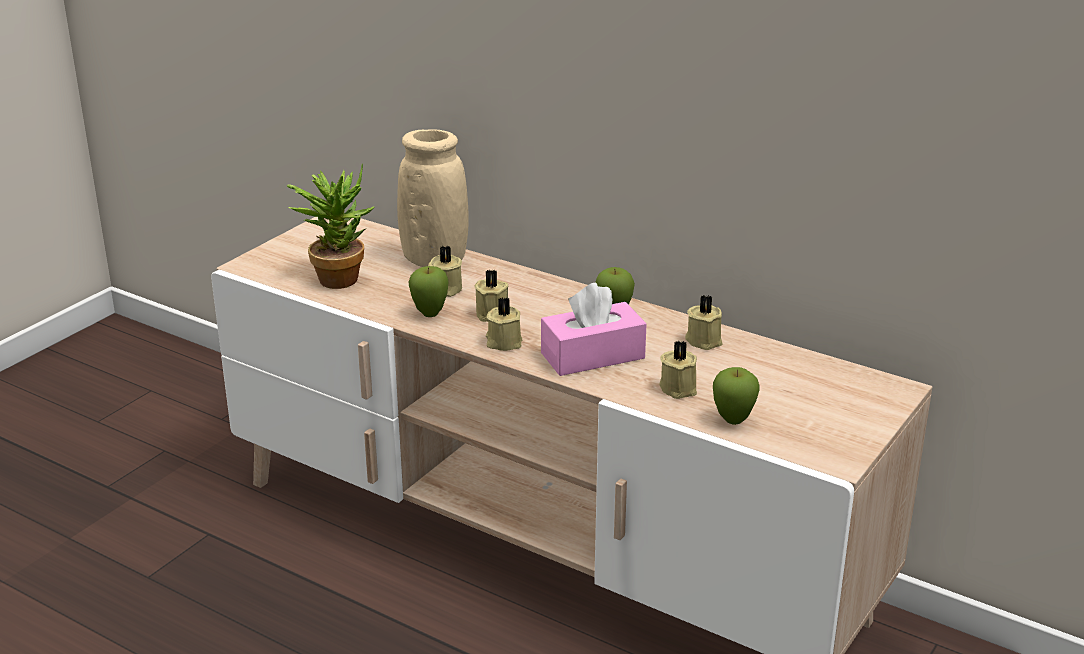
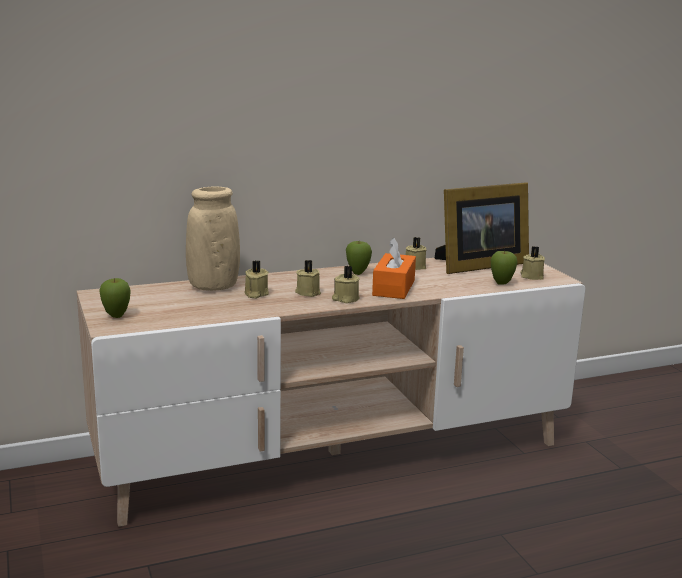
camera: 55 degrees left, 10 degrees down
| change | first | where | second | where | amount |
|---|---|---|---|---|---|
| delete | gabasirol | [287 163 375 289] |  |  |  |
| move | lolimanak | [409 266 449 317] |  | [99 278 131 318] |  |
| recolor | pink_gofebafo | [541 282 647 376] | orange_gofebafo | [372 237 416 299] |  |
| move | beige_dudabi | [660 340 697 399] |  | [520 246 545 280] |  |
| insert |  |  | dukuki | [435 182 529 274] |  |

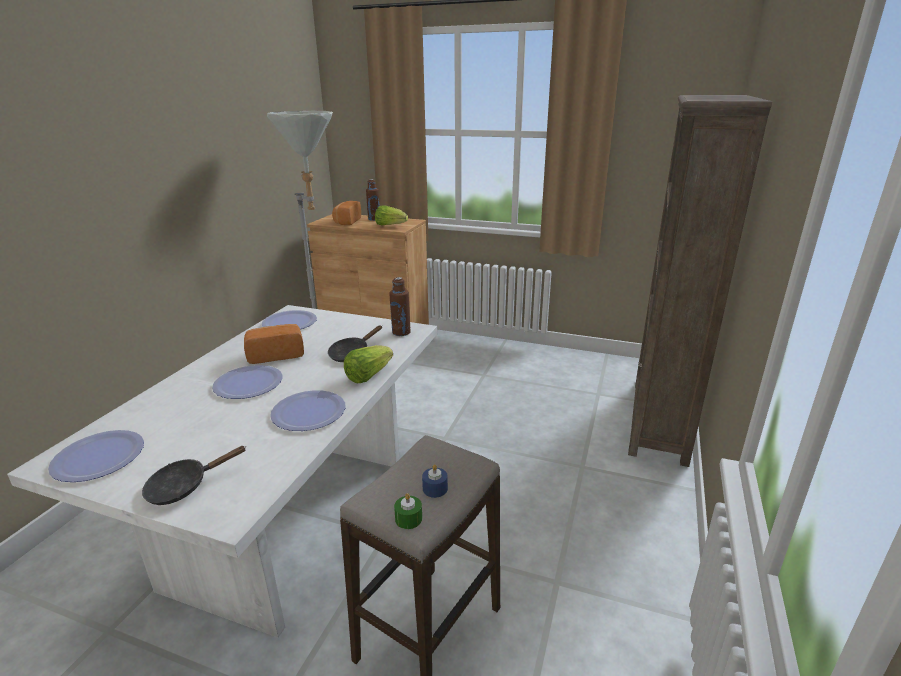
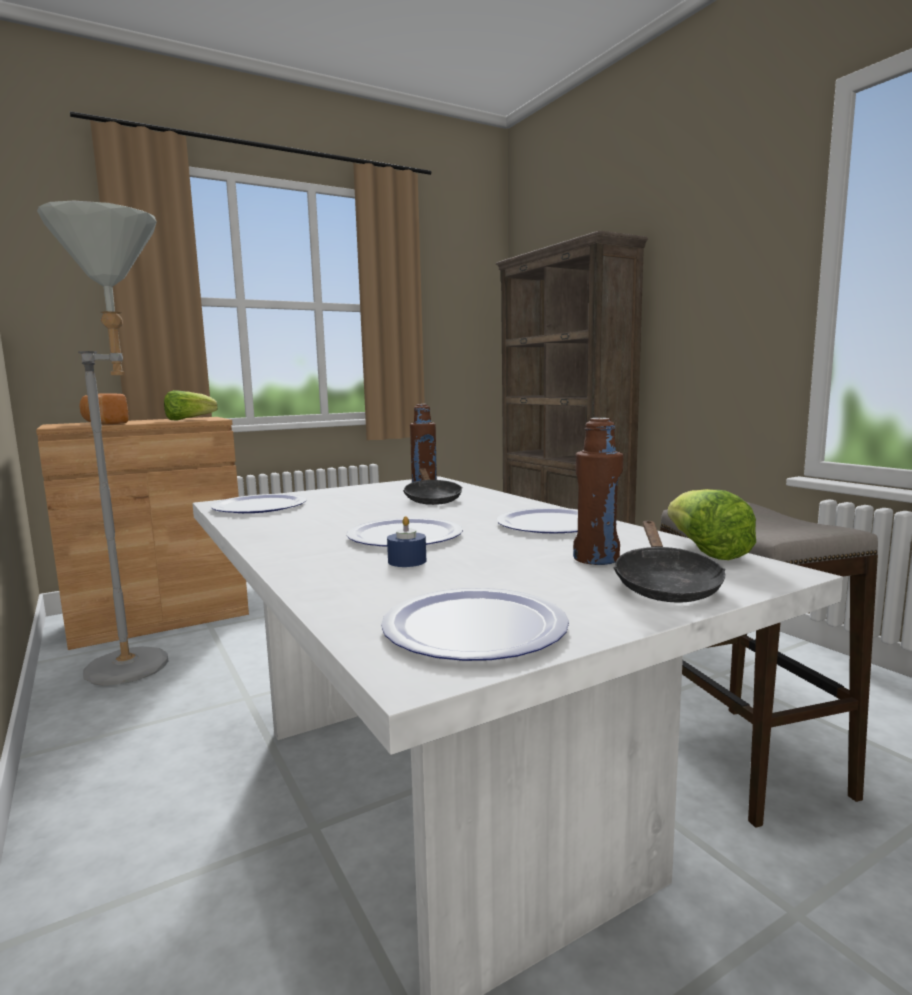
camera: 50 degrees left, 15 degrees down
| change | first | where | second | where | amount |
|---|---|---|---|---|---|
| move | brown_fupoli | [366 179 380 221] |  | [573 418 623 565] |  |
| delete | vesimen | [244 324 304 364] |  |  |  |
| move | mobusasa | [344 345 393 383] |  | [668 489 756 560] |  |
| move | blue_dudabi | [422 464 448 498] |  | [387 516 426 567] |  |
| delete | green_dudabi | [394 493 422 529] |  |  |  |

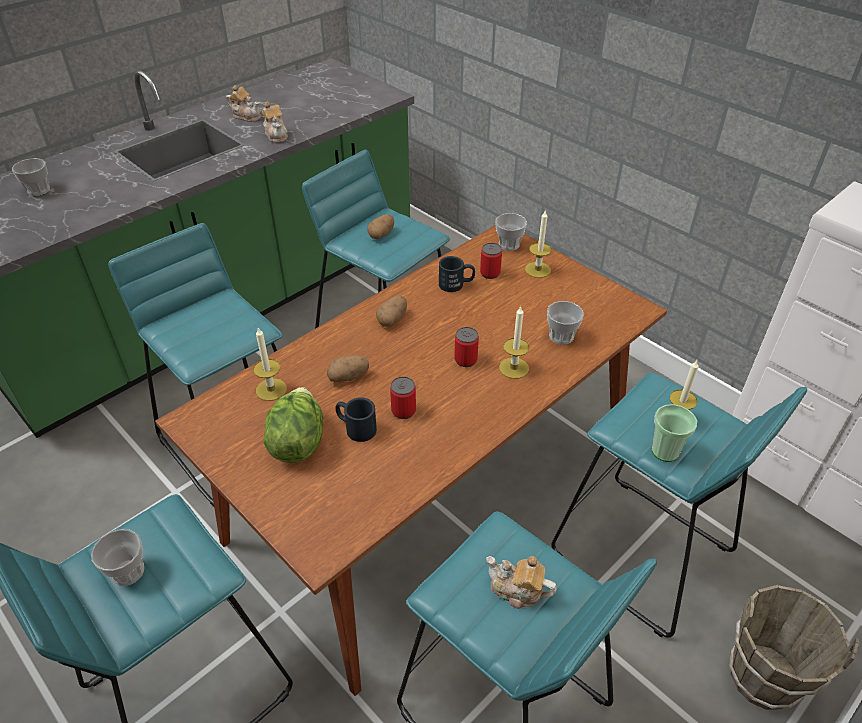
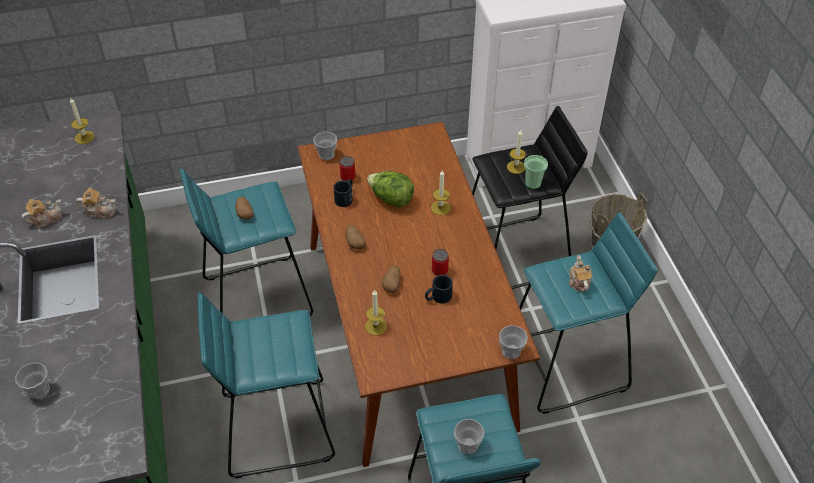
camera: 60 degrees left, 5 degrees up
| change | first | where | second | where | amount |
|---|---|---|---|---|---|
| move | dudabi | [525 211 552 278] |  | [70 98 94 144] |  |
| move | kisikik | [547 301 584 345] |  | [499 325 528 359] |  |
| delete | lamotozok | [454 327 479 367] |  |  |  |
| recolor | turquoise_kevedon | [551 373 807 638] | black_kevedon | [472 106 588 289] |  |
| move | mobusasa | [263 387 323 463] |  | [367 171 414 208] |  |
| rotate | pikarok | [486 556 557 609] |  | [569 255 593 292] | 120 degrees clockwise |

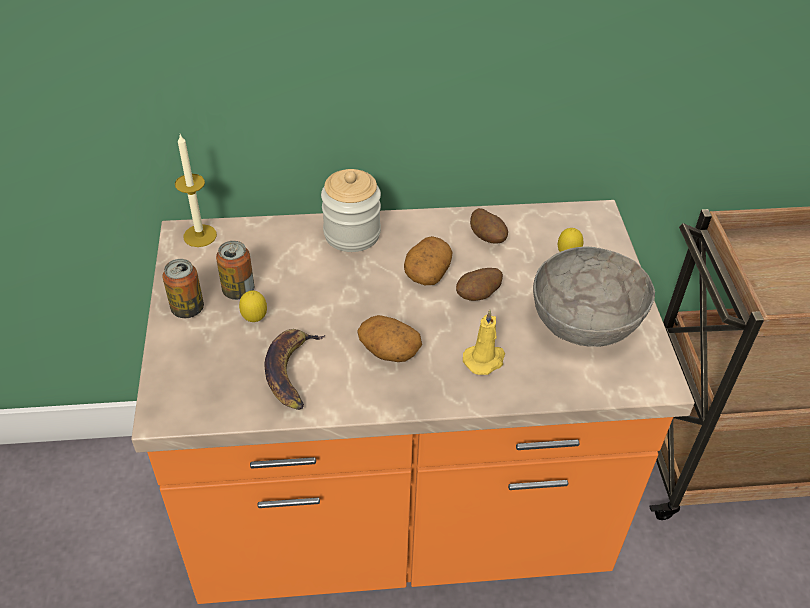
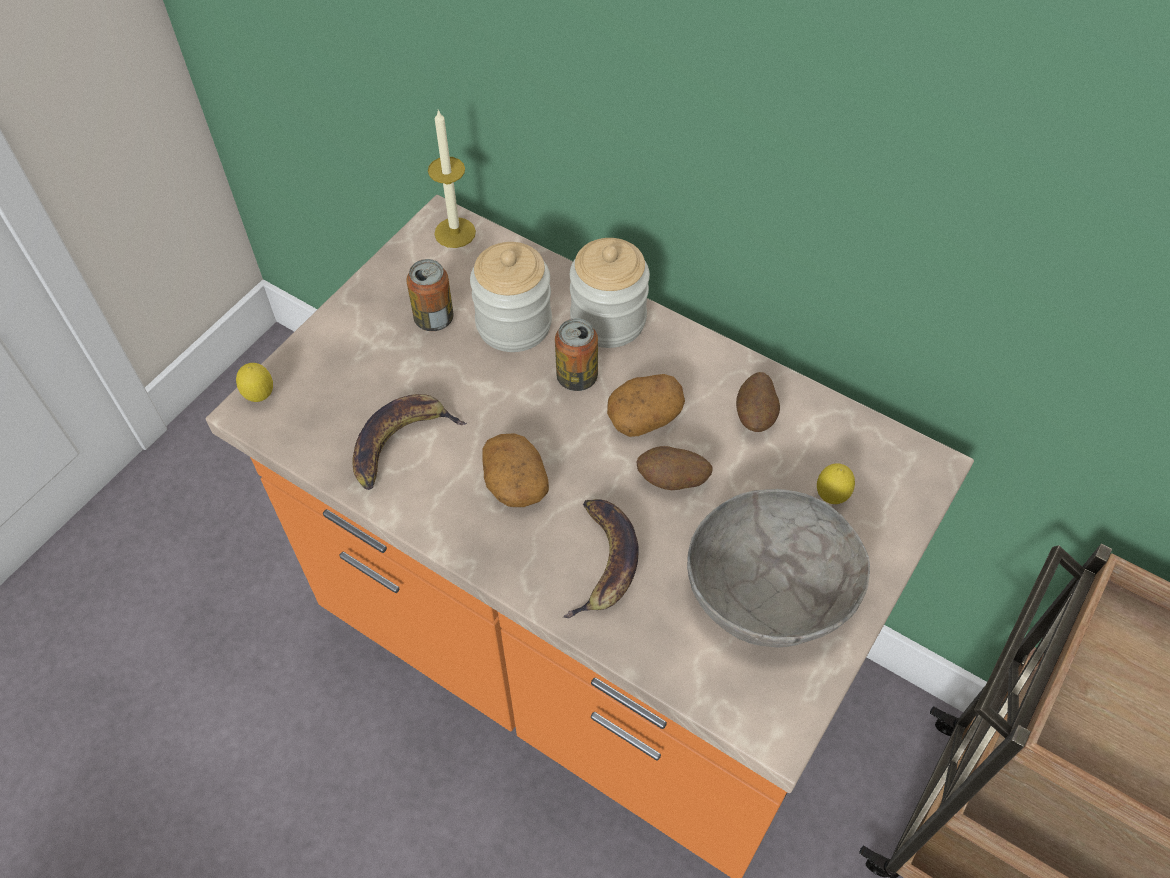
camera: 40 degrees right, 10 degrees up
| change | first | where | second | where | amount |
|---|---|---|---|---|---|
| move | lamotozok | [162 259 204 318] |  | [555 318 598 391] |  |
| move | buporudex | [239 291 267 322] |  | [236 363 273 402] |  |
| replace | yellow_dudabi | [463 309 505 375] | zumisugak | [563 499 639 618] |  |
| insert |  |  | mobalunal | [470 242 552 352] |  |

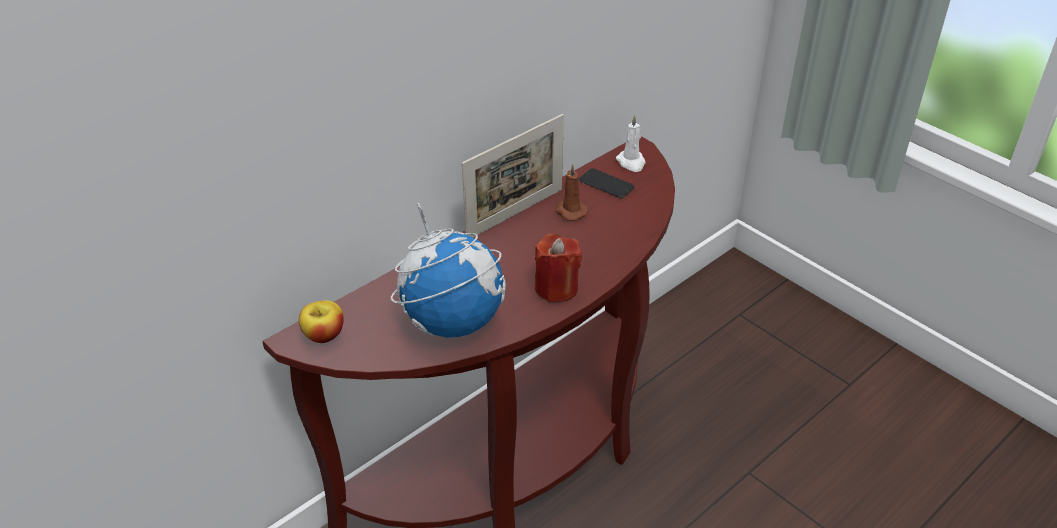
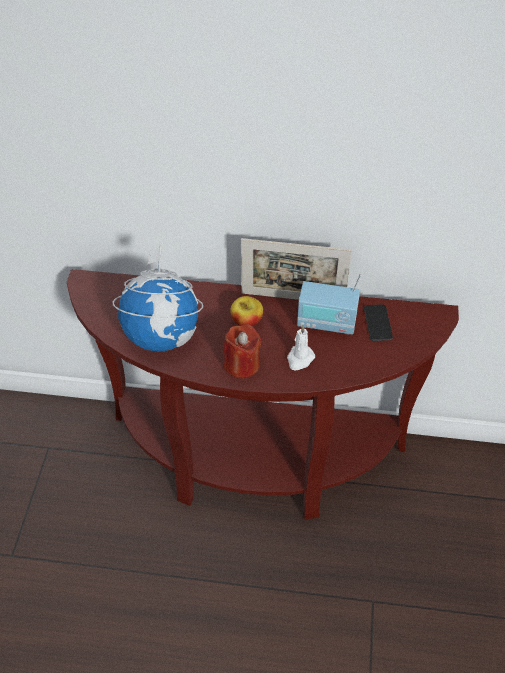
camera: 50 degrees right, 10 degrees up
| change | first | where | second | where | amount |
|---|---|---|---|---|---|
| move | white_dudabi | [616 115 645 172] |  | [287 325 315 370] |  |
| replace | brown_dudabi | [555 164 588 221] | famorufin | [297 273 361 334] |  |
| move | lolimanak | [299 300 344 343] |  | [230 296 263 327] |  |

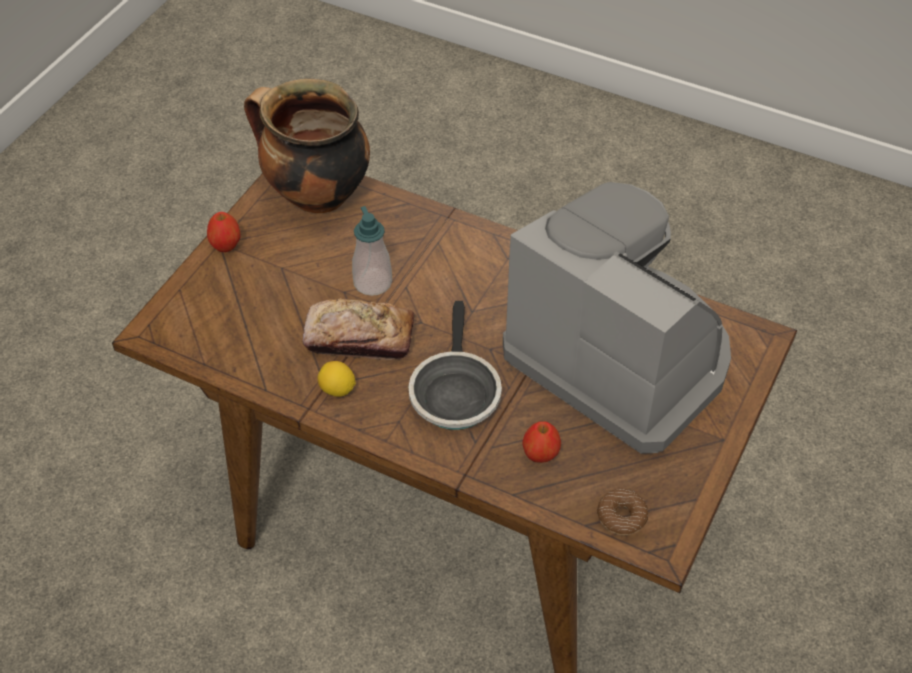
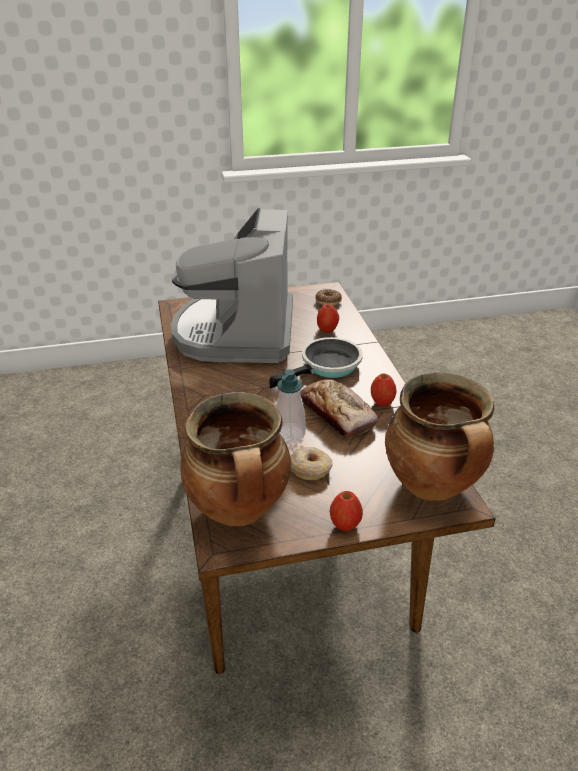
camera: 130 degrees left, 15 degrees down
| change | first | where | second | where | amount |
|---|---|---|---|---|---|
| replace | buporudex | [317 361 356 397] | lolimanak | [371 374 396 406] |  |
| insert |  |  | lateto | [385 372 494 501] |  |
| insert |  |  | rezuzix | [290 447 333 480] |  |

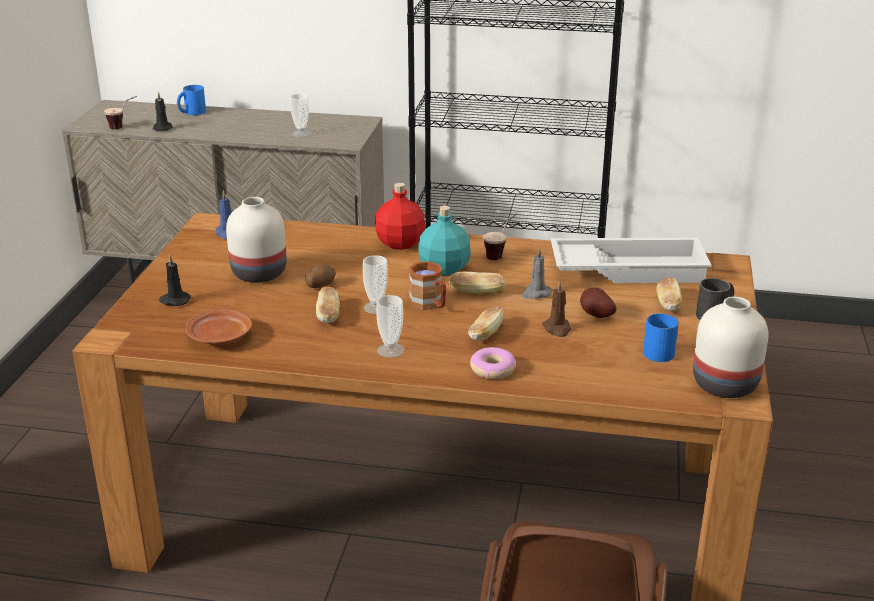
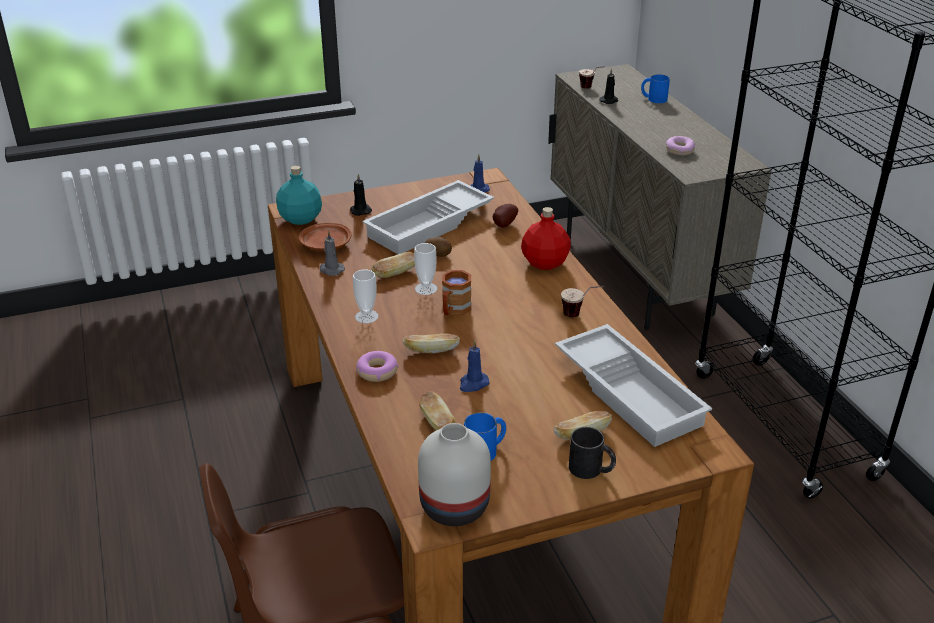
camera: 60 degrees right, 5 degrees up
| change | first | where | second | where | amount |
|---|---|---|---|---|---|
| replace | kisikik | [290 94 311 137] | rezuzix | [666 136 695 155] |  |
| replace | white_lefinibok | [226 197 287 283] | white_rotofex | [362 180 494 254] |  |
| move | turquoise_fupoli | [418 206 471 275] |  | [276 166 322 225] |  |
| move | grey_dudabi | [521 247 552 299] |  | [320 231 345 276] |  |
| move | vesimen | [449 272 506 294] |  | [420 392 456 430] |  |
| recolor | brown_dudabi | [542 280 571 337] | blue_dudabi | [460 340 490 392] |  |
| move | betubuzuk | [580 288 616 318] |  | [493 204 518 228] |  |

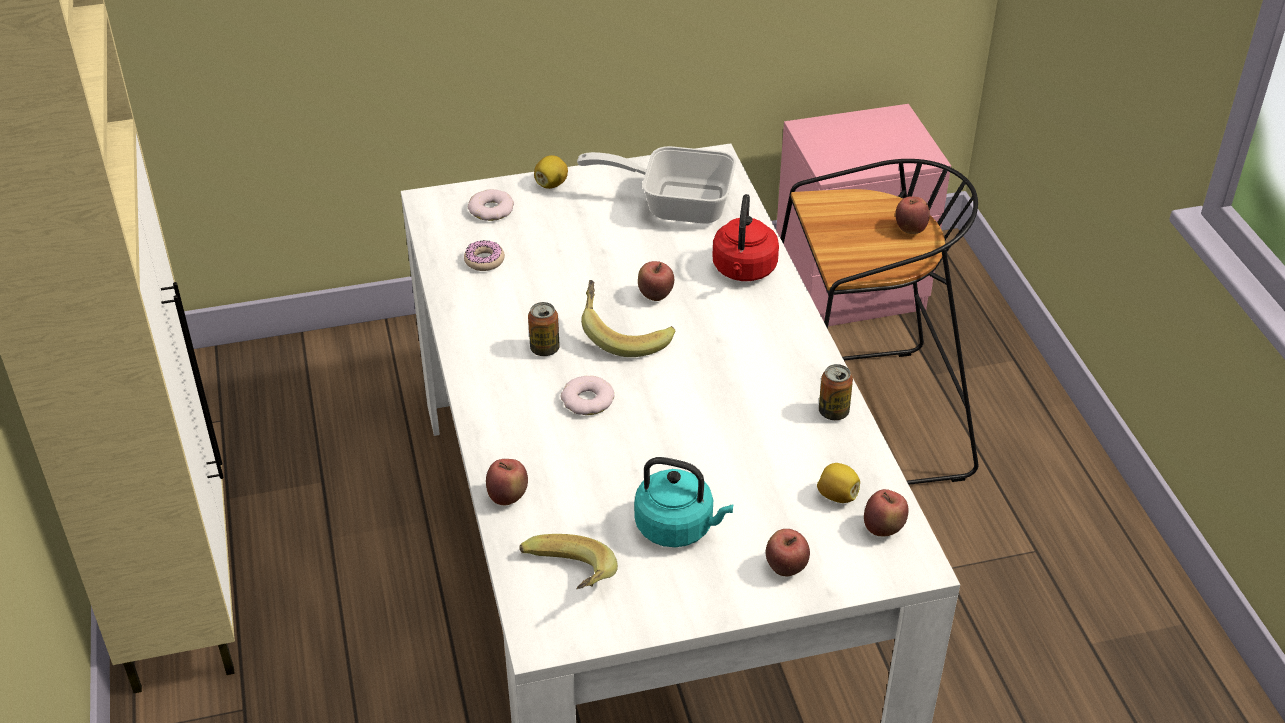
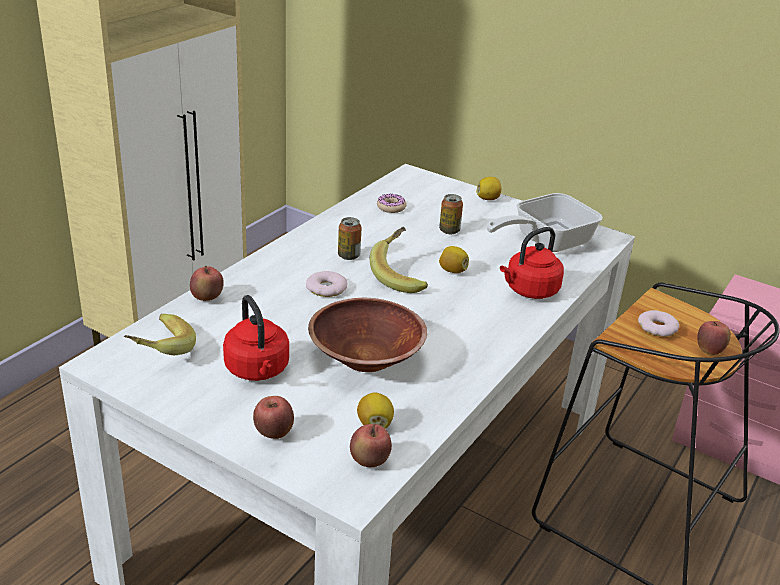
camera: 45 degrees right, 10 degrees down
| change | first | where | second | where | amount |
|---|---|---|---|---|---|
| rotate | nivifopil | [577 146 736 224] |  | [486 193 603 252] | 90 degrees counterclockwise |
| move | rezuzix | [468 189 514 221] |  | [638 310 679 337] |  |
| replace | lolimanak | [638 261 674 301] | buporudex | [439 246 469 273] |  |
| move | lamotozok | [819 364 853 420] |  | [439 194 463 234] |  |
| recolor | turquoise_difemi | [634 457 734 547] | red_difemi | [223 295 289 381] |  |
| insert |  |  | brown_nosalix | [308 298 427 372] |  |

